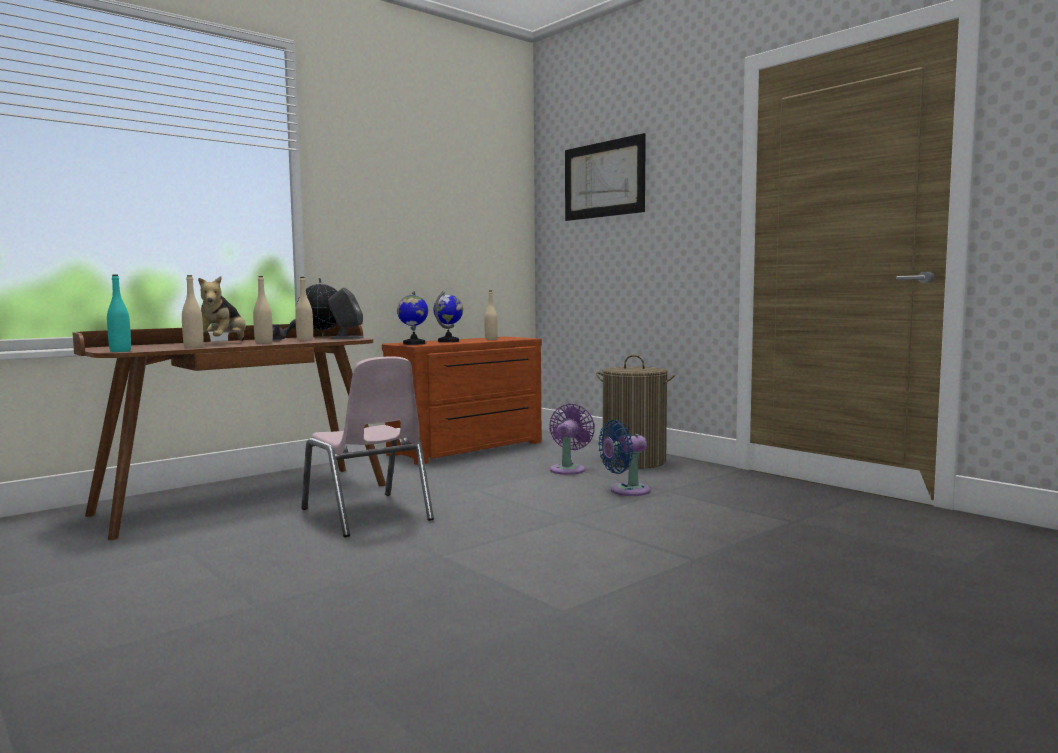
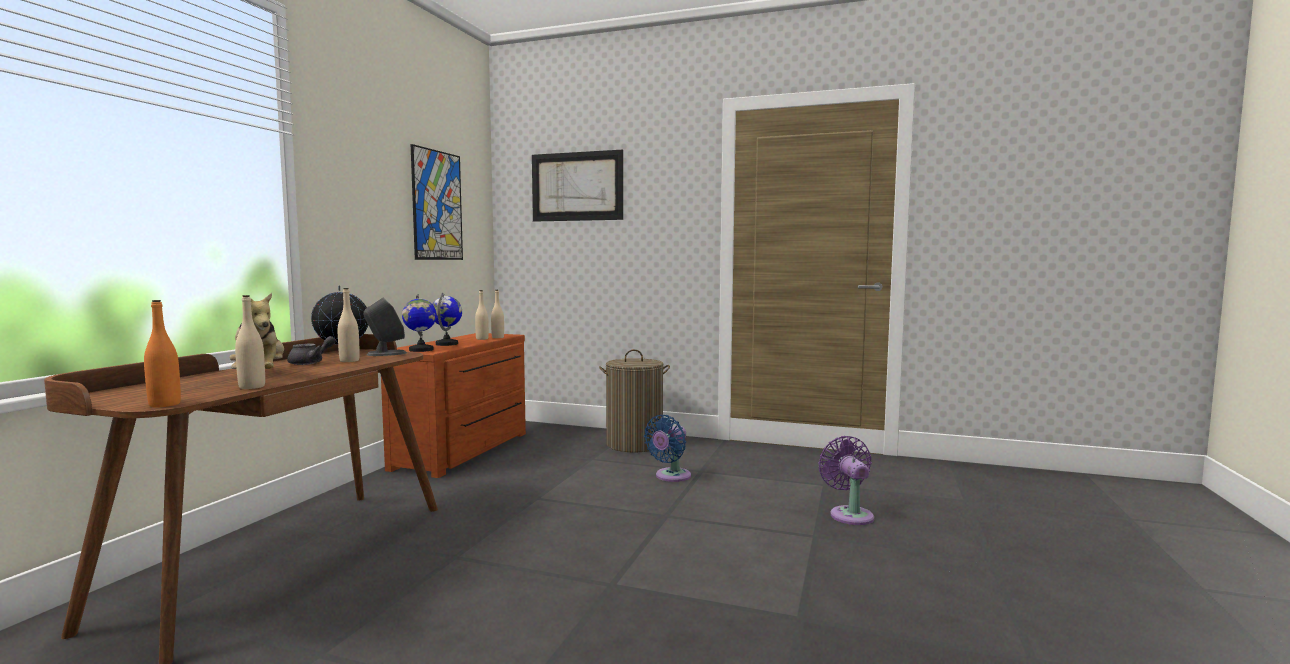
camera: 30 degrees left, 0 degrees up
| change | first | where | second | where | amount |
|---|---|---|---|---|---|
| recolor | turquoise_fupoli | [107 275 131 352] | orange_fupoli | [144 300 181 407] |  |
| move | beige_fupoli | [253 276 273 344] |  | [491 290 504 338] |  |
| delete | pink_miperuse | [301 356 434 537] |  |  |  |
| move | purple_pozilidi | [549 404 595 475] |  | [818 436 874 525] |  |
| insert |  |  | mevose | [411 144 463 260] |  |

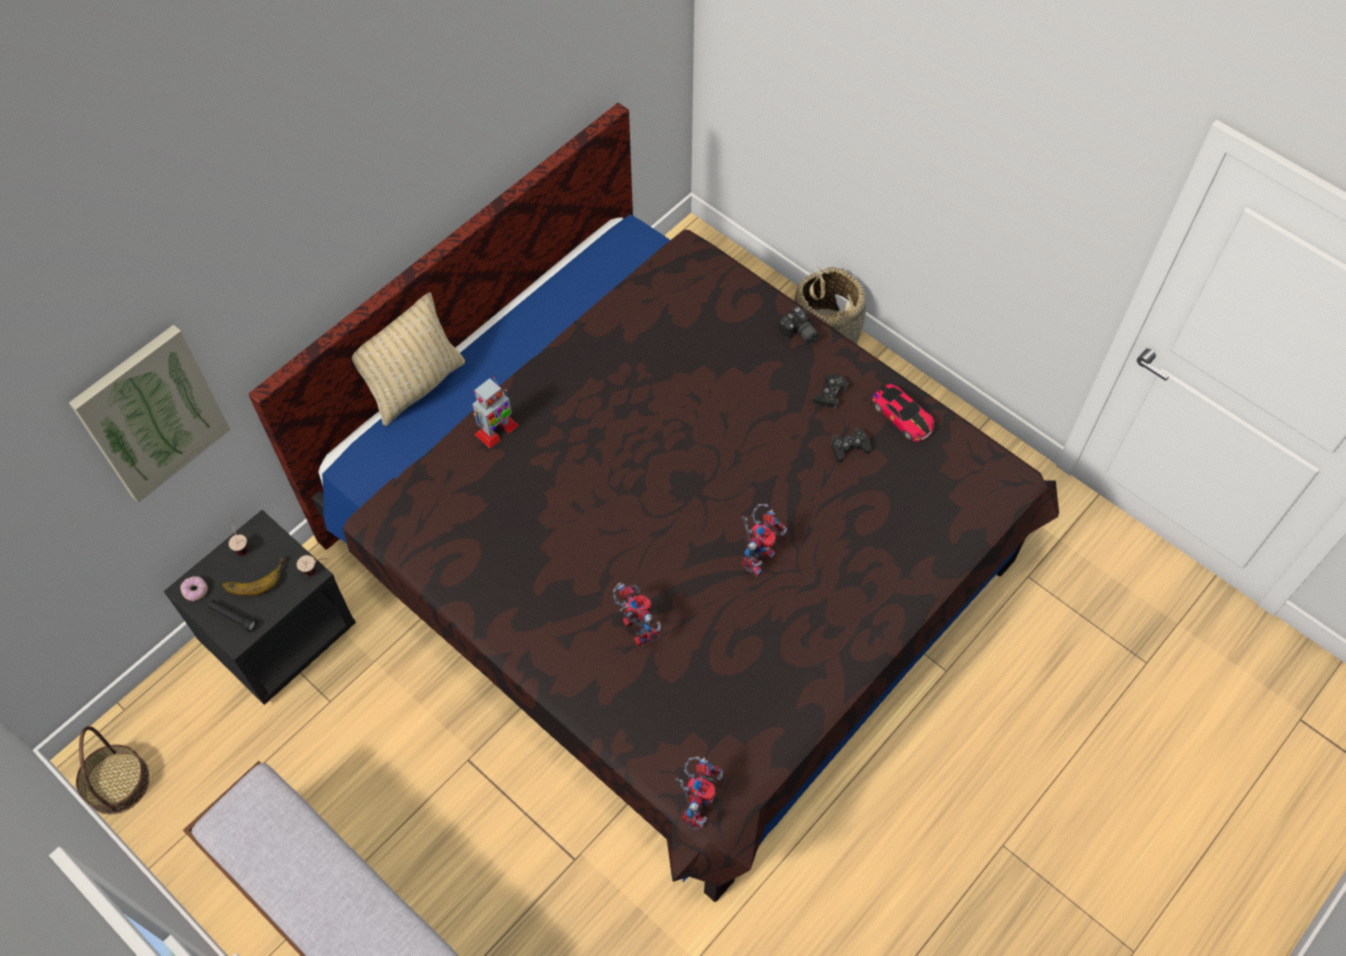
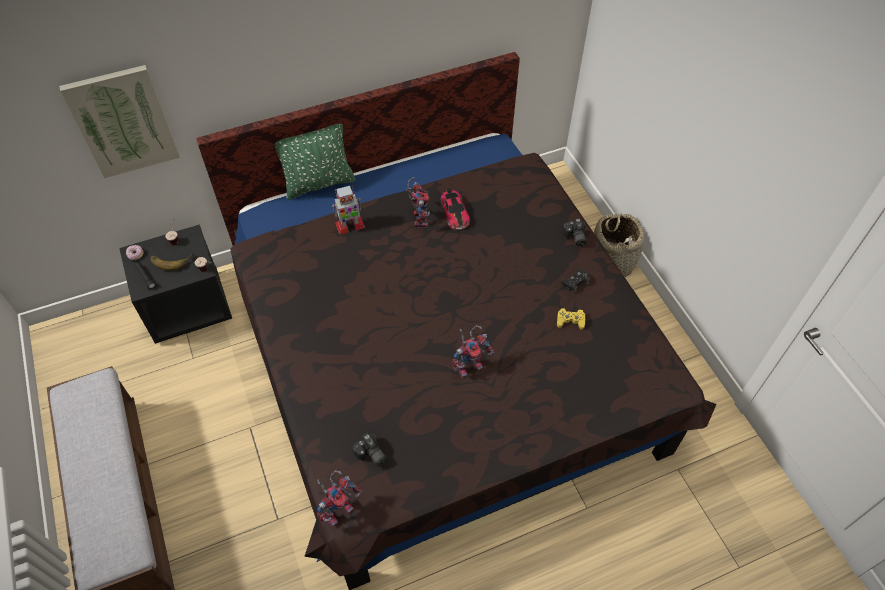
camera: 25 degrees right, 5 degrees down
| change | first | where | second | where | amount |
|---|---|---|---|---|---|
| recolor | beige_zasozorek | [352 292 465 426] | green_zasozorek | [275 123 356 200] |  |
| move | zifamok | [872 384 934 442] |  | [440 189 470 230] |  |
| recolor | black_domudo | [831 428 871 463] | yellow_domudo | [557 308 585 330] |  |
| move | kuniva | [613 582 661 646] |  | [406 177 430 228] |  |
| delete | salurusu | [76 726 150 814] |  |  |  |
| insert |  |  | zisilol | [352 432 387 467] |  |

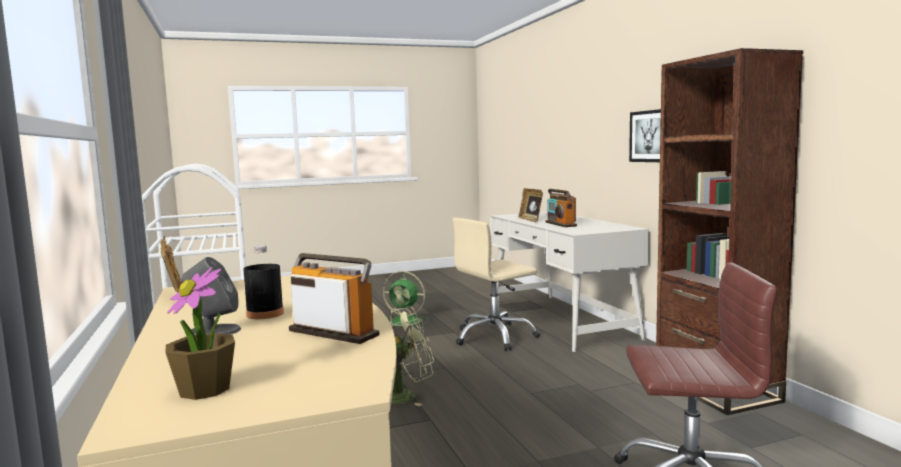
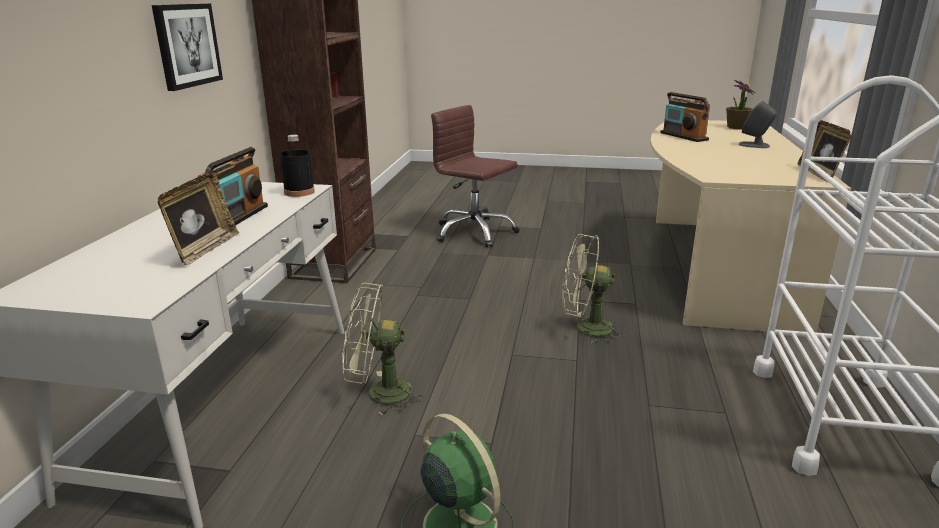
camera: 150 degrees left, 15 degrees up
| change | first | where | second | where | amount |
|---|---|---|---|---|---|
| replace | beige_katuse | [453 218 540 351] | green_pozilidi | [342 283 424 415] |  |
| move | black_fupoli | [243 245 284 319] |  | [280 135 315 197] |  |

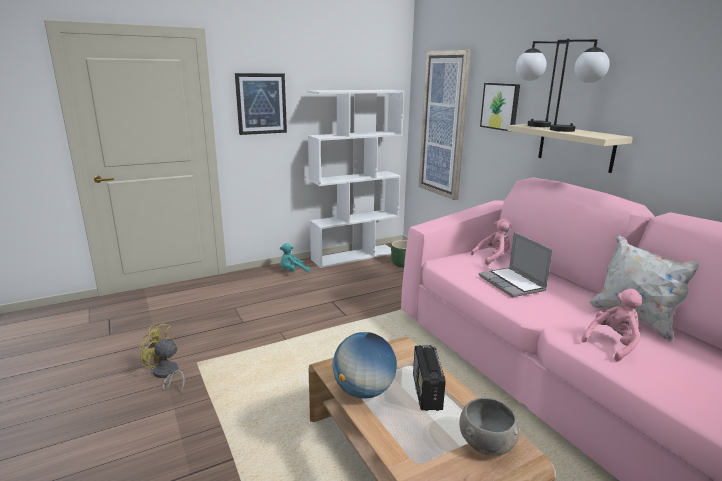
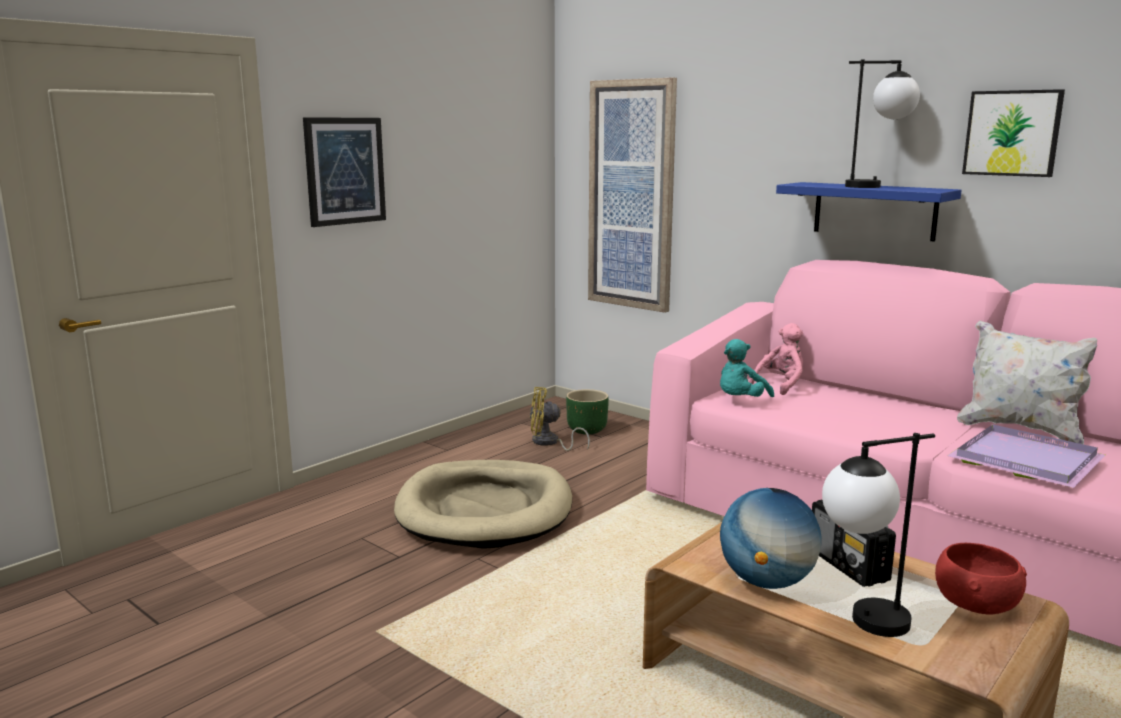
camera: 20 degrees left, 5 degrees down
| change | first | where | second | where | amount |
|---|---|---|---|---|---|
| move | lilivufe | [516 41 566 127] |  | [822 433 935 637] |  |
| move | mevose | [480 83 520 132] |  | [962 89 1065 177] |  |
| delete | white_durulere | [307 90 404 268] |  |  |  |
| recolor | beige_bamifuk | [507 124 633 173] | blue_bamifuk | [776 182 962 242] |  |
| delete | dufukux | [479 232 553 297] |  |  |  |
| move | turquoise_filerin | [279 243 310 272] |  | [720 339 774 397] |  |
| replace | pink_filerin | [581 289 642 362] | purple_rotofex | [947 424 1106 488] |  |
| move | yellow_pozilidi | [139 324 185 393] |  | [530 387 590 451] |  |
| recolor | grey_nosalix | [459 398 520 456] | red_nosalix | [935 543 1027 615] |  |
| insert |  |  | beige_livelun | [394 460 572 549] |  |

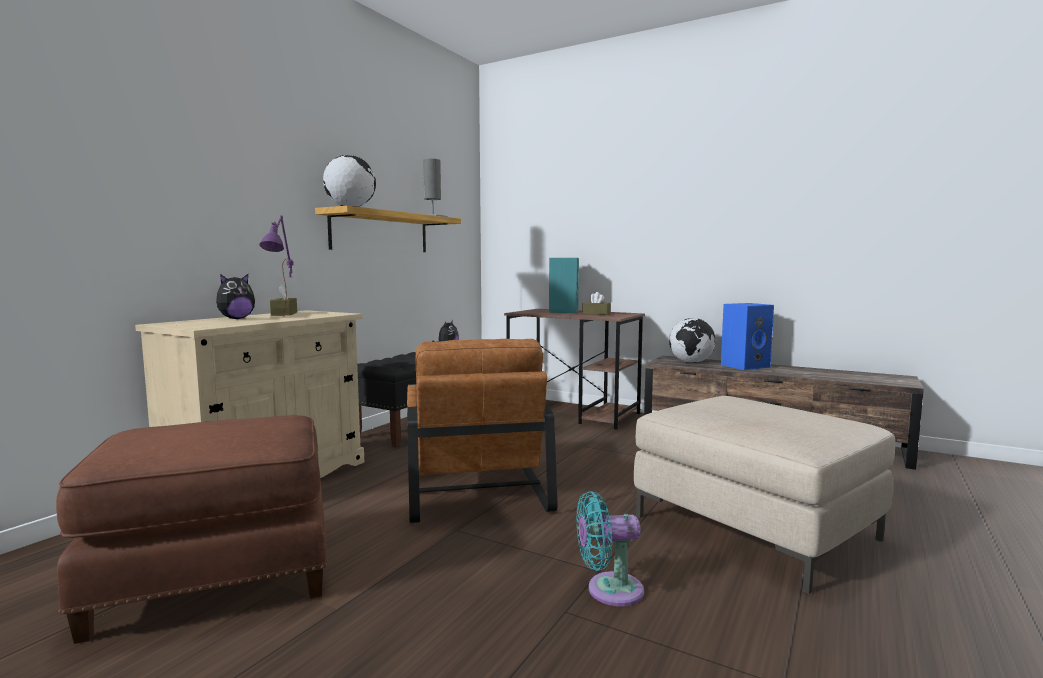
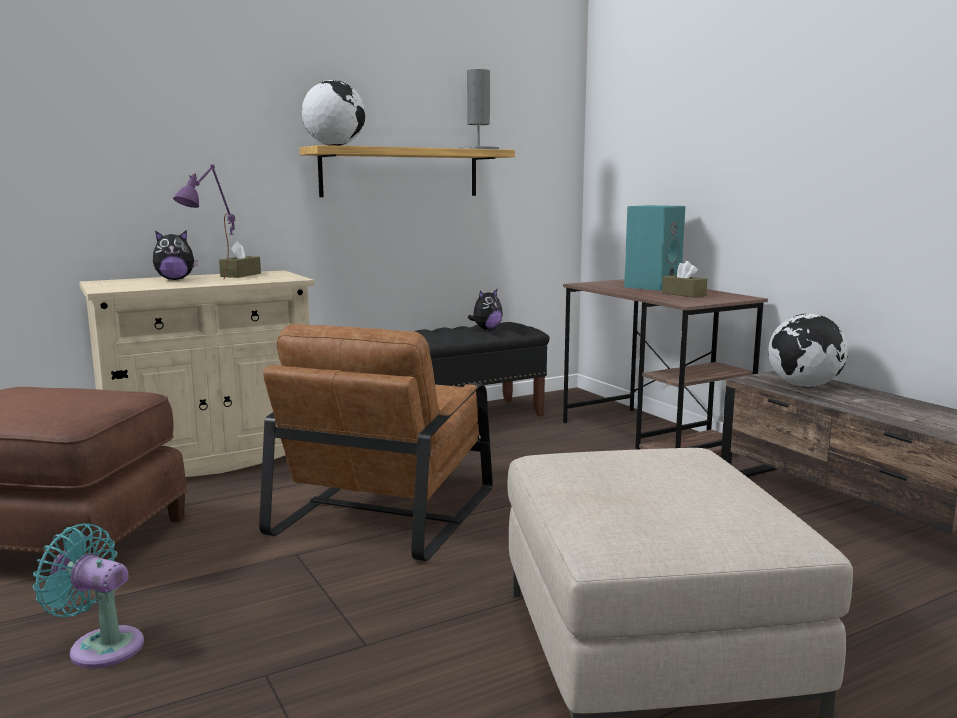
camera: 30 degrees right, 5 degrees up
| change | first | where | second | where | amount |
|---|---|---|---|---|---|
| delete | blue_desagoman | [721 303 774 370] |  |  |  |
| move | turquoise_pozilidi | [576 491 644 606] |  | [33 524 144 668] |  |

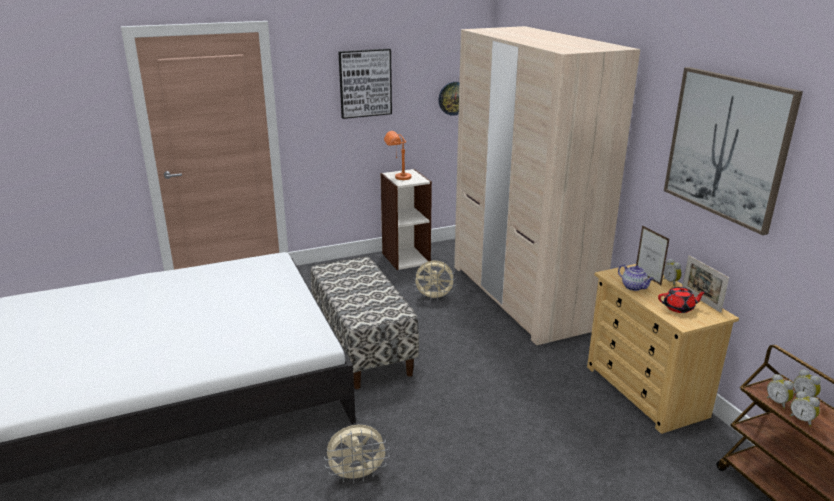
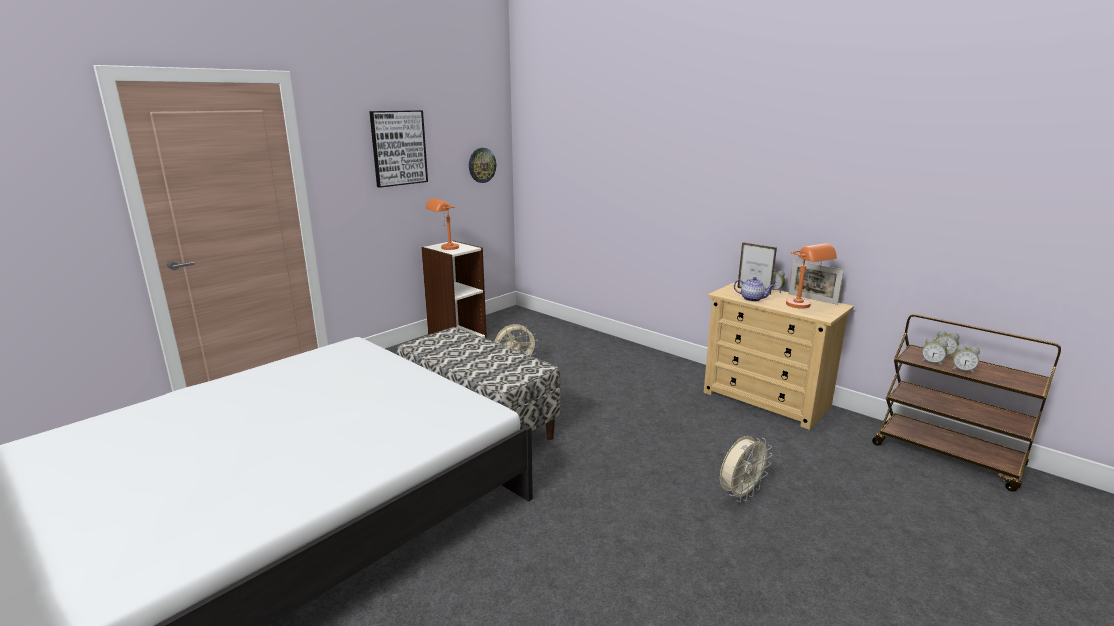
camera: 25 degrees left, 5 degrees down
| change | first | where | second | where | amount |
|---|---|---|---|---|---|
| delete | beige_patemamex | [454 26 640 345] |  |  |  |
| delete | mevose | [664 67 803 235] |  |  |  |
| replace | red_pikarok | [658 287 707 313] | orange_lilivufe | [786 243 837 309] |  |
| move | beige_pozilidi | [324 425 389 484] |  | [720 436 772 503] |  |

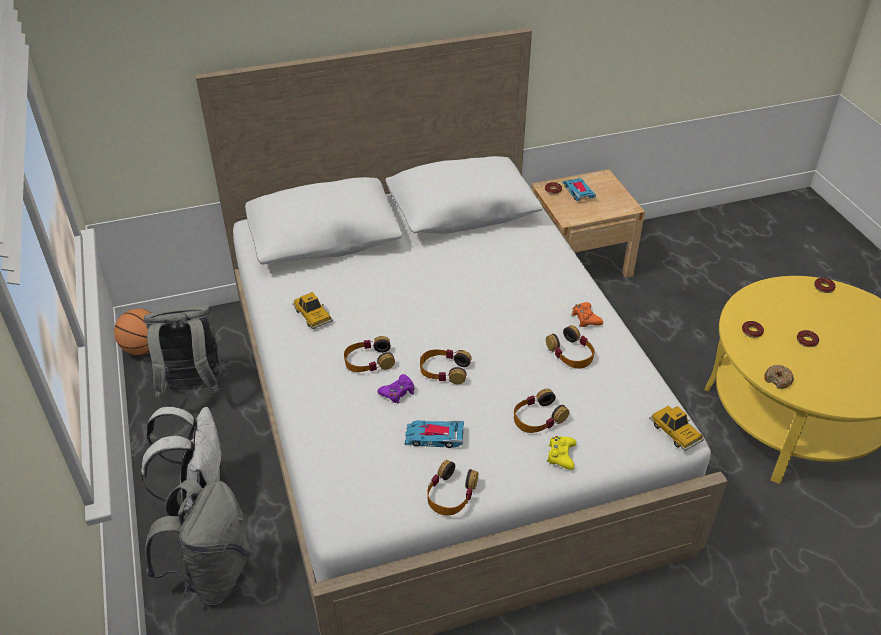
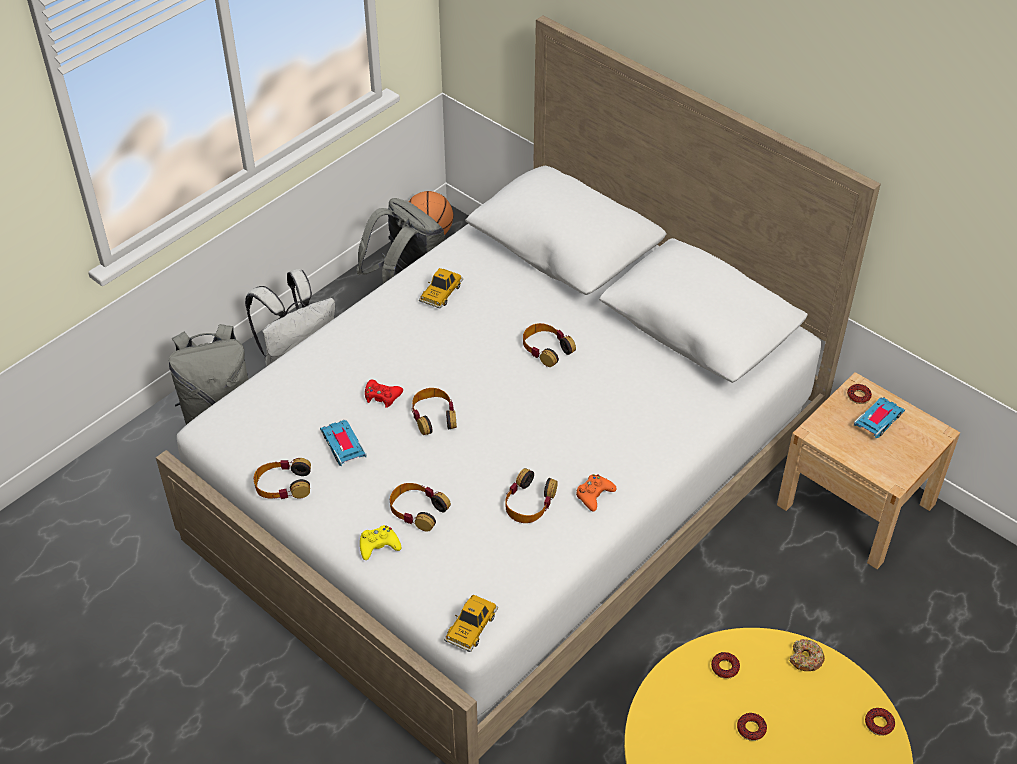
camera: 60 degrees right, 5 degrees up
| change | first | where | second | where | amount |
|---|---|---|---|---|---|
| move | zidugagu | [344 336 395 372] |  | [523 323 576 367] |  |
| move | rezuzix | [764 365 794 389] |  | [790 639 825 671] |  |
| recolor | purple_domudo | [378 374 414 404] | red_domudo | [365 380 403 408] |  |

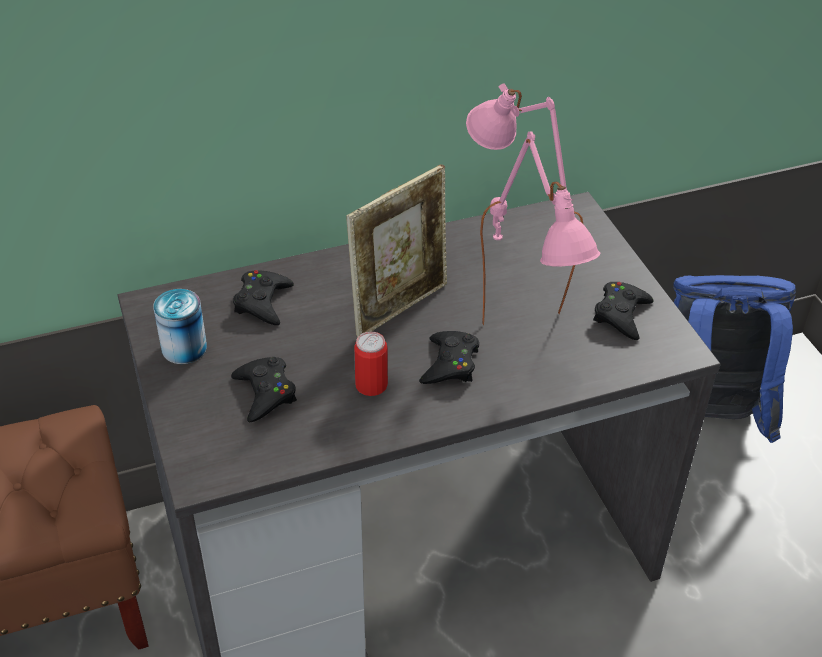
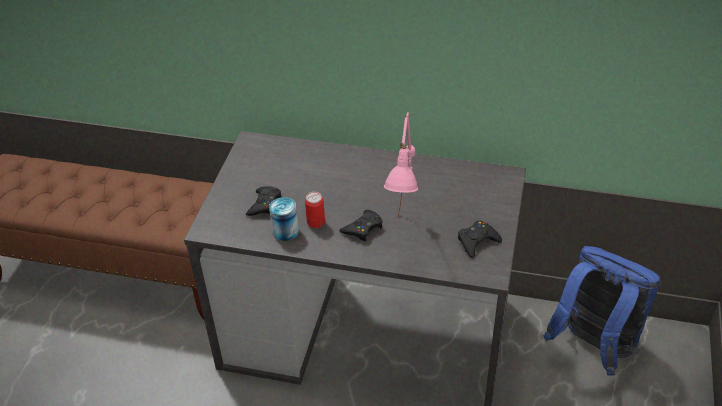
camera: 35 degrees right, 0 degrees up
| change | first | where | second | where | amount |
|---|---|---|---|---|---|
| delete | pink_lilivufe | [466 83 583 314] |  |  |  |
| delete | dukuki | [346 164 447 337] |  |  |  |
| delete | black_domudo | [233 270 294 325] |  |  |  |
| move | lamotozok | [153 289 207 364] |  | [269 197 299 241] |  |

